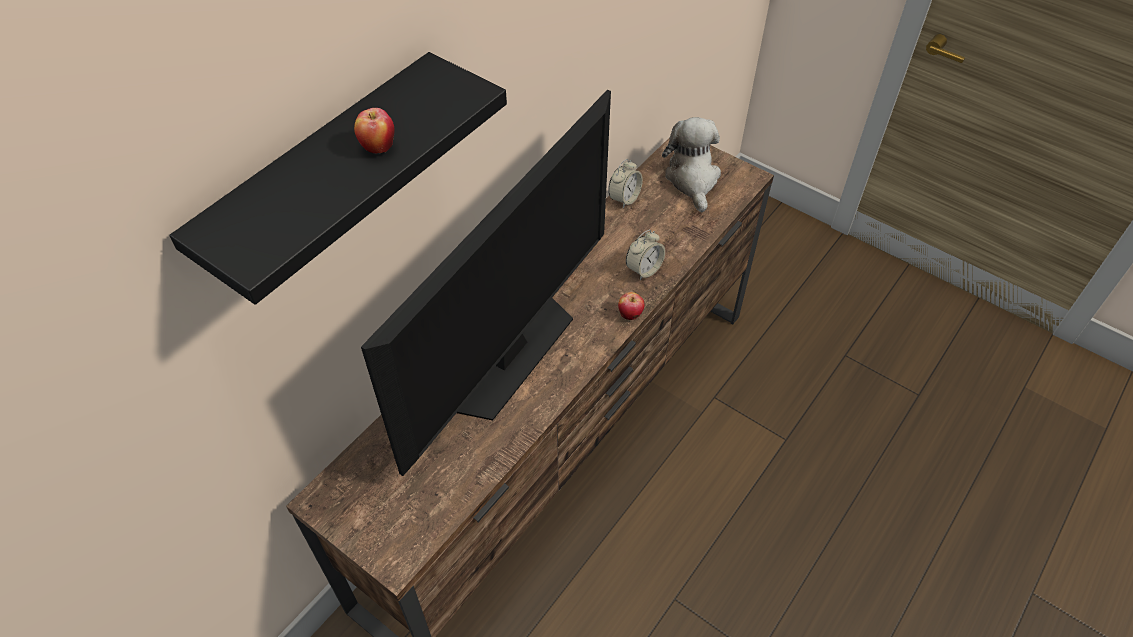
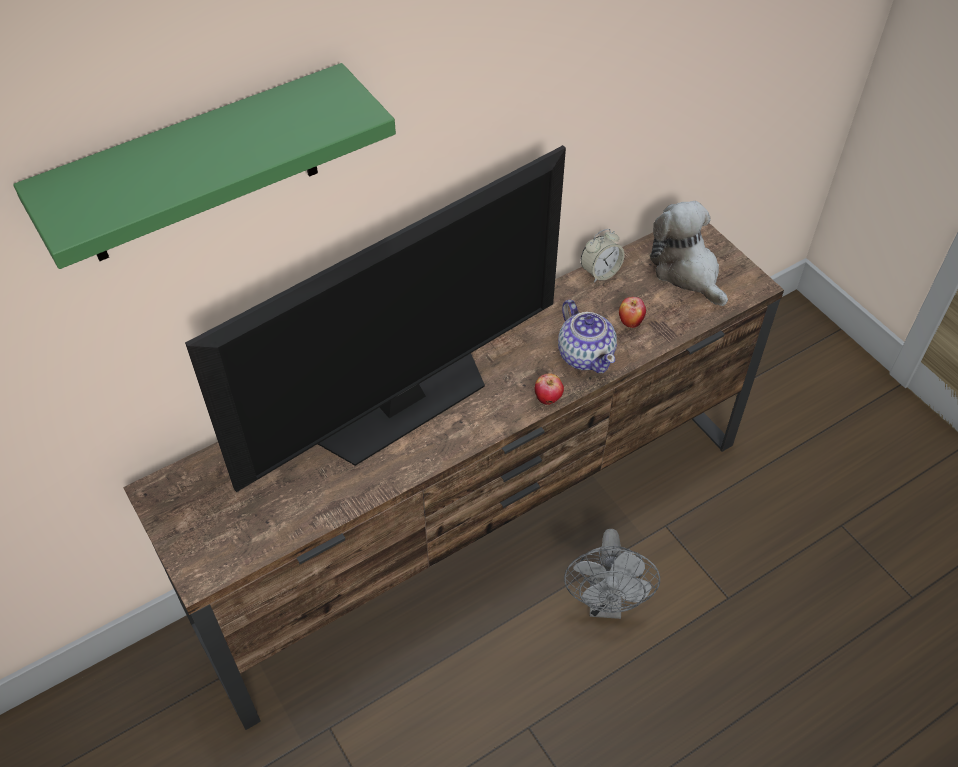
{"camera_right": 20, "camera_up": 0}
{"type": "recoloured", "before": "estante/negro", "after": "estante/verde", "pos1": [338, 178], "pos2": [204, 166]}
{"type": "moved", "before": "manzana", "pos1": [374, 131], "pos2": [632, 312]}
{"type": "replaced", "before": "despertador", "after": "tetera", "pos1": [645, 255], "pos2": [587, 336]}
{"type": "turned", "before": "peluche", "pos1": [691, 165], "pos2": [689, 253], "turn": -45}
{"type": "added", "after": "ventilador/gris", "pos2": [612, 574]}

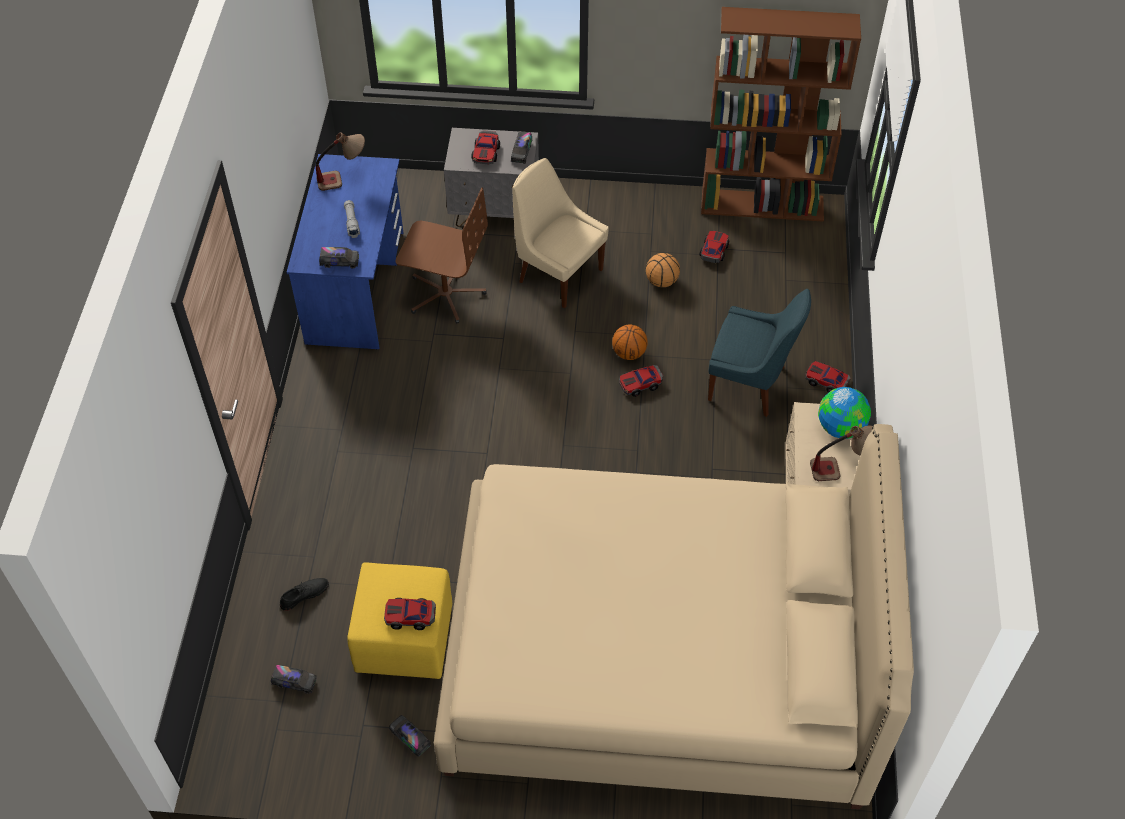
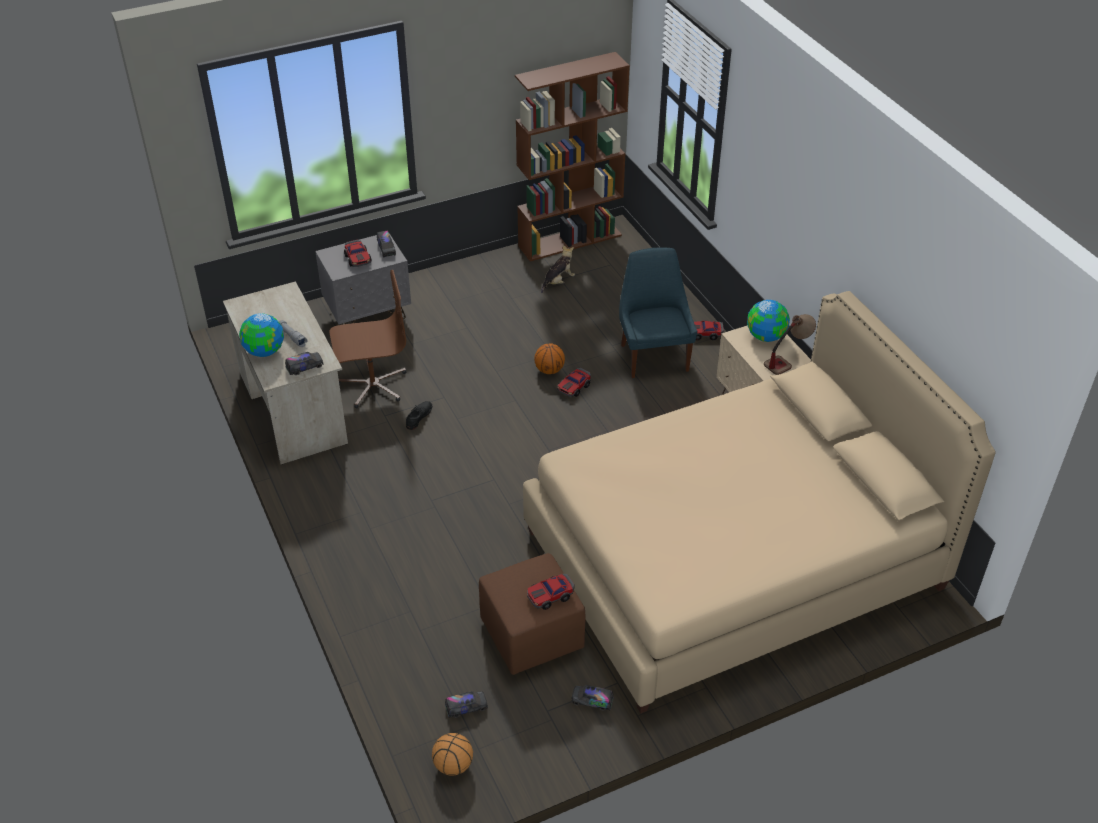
{"camera_right": -30, "camera_up": -10}
{"type": "moved", "before": "zapato/negro", "pos1": [304, 594], "pos2": [419, 415]}
{"type": "recoloured", "before": "escritorio/azul", "after": "escritorio/beis", "pos1": [344, 251], "pos2": [285, 372]}
{"type": "removed", "before": "lámpara de mesa", "pos1": [340, 161]}
{"type": "recoloured", "before": "puf/amarillo", "after": "puf/marrón", "pos1": [399, 620], "pos2": [532, 614]}
{"type": "removed", "before": "silla/beis", "pos1": [560, 233]}
{"type": "moved", "before": "balón de baloncesto", "pos1": [663, 270], "pos2": [452, 754]}
{"type": "replaced", "before": "coche de juguete", "after": "peluche", "pos1": [714, 247], "pos2": [558, 269]}
{"type": "turned", "before": "silla/azul", "pos1": [759, 353], "pos2": [658, 312], "turn": -90}
{"type": "added", "after": "globo terráqueo", "pos2": [261, 335]}

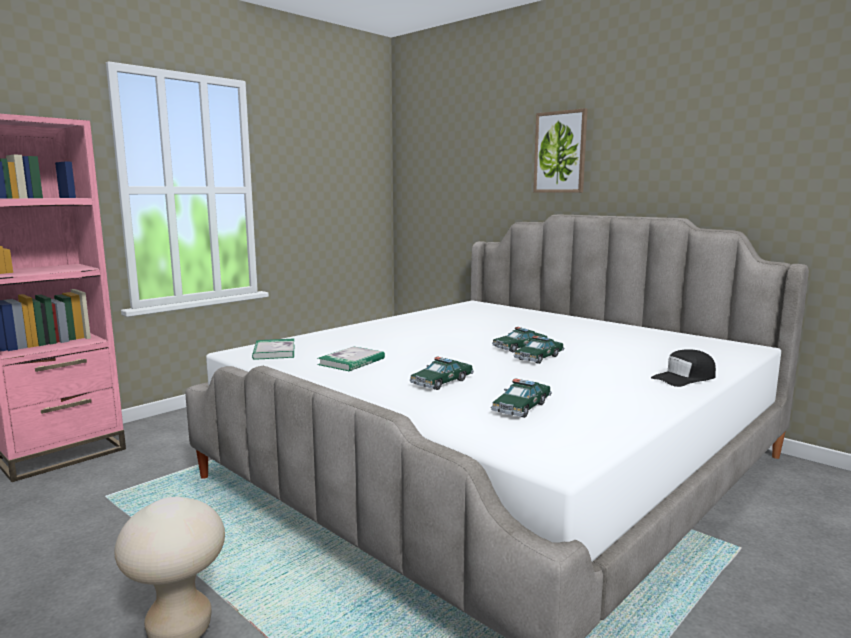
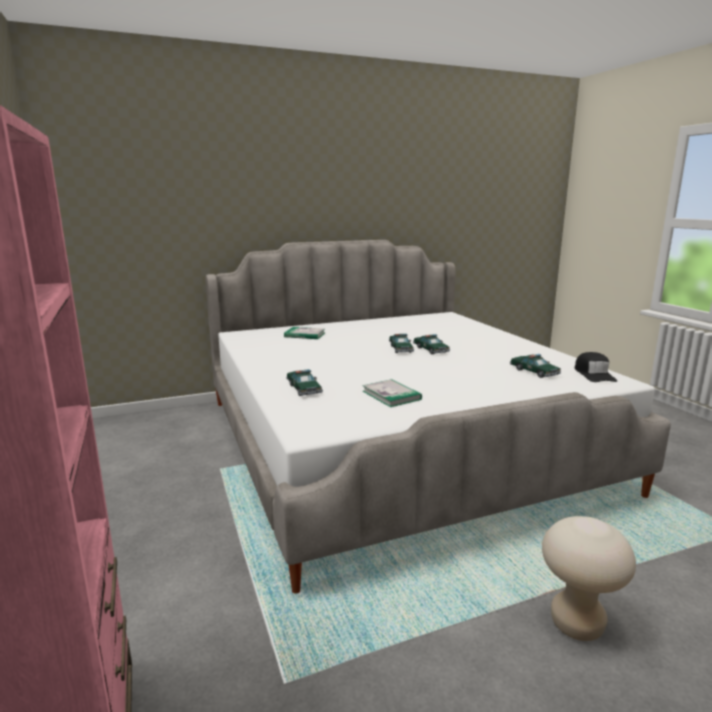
{"camera_right": -65, "camera_up": 5}
{"type": "moved", "before": "libro", "pos1": [273, 349], "pos2": [304, 333]}
{"type": "moved", "before": "coche de juguete", "pos1": [442, 373], "pos2": [304, 382]}
{"type": "removed", "before": "cuadro", "pos1": [560, 150]}
{"type": "moved", "before": "gorra/negro", "pos1": [683, 368], "pos2": [596, 367]}

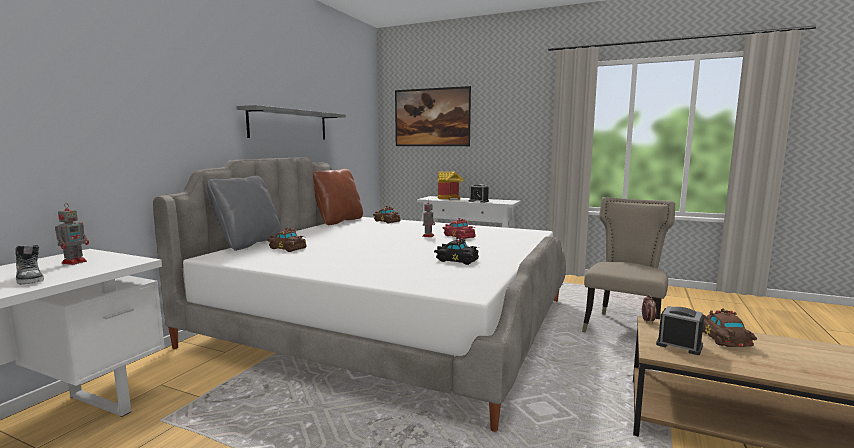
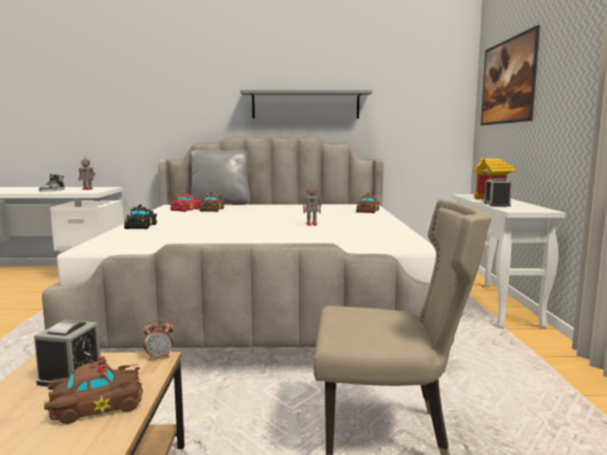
{"camera_right": 65, "camera_up": 0}
{"type": "removed", "before": "cojín/marrón", "pos1": [338, 197]}
{"type": "moved", "before": "coche de juguete/negro", "pos1": [456, 251], "pos2": [140, 217]}
{"type": "moved", "before": "coche de juguete/rojo", "pos1": [459, 228], "pos2": [186, 202]}

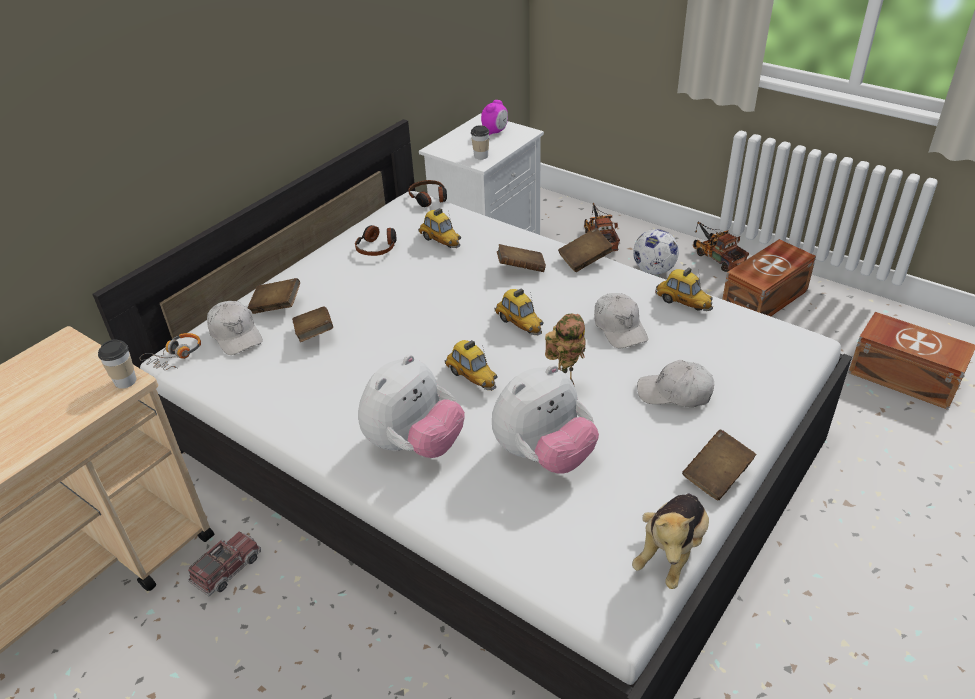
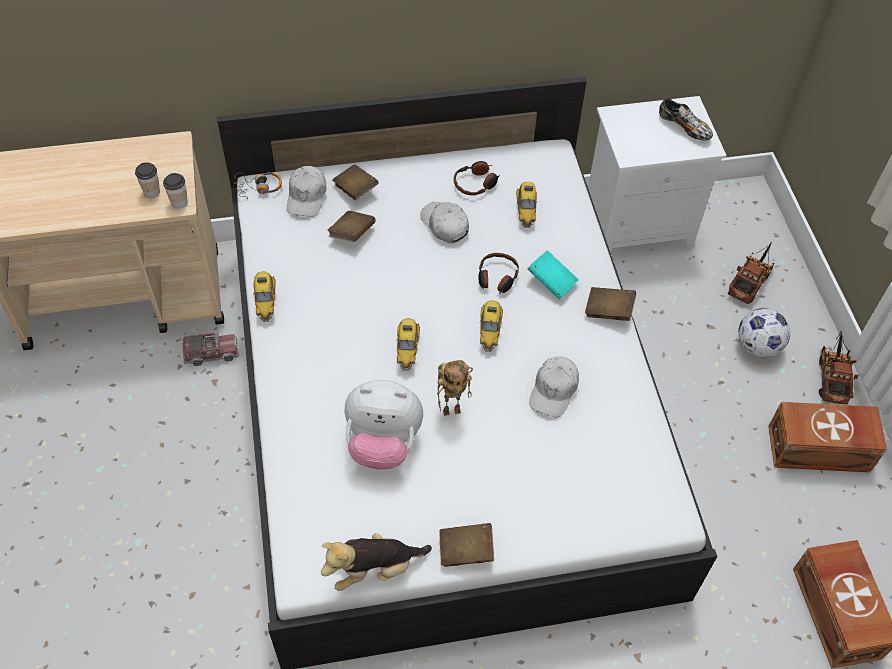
{"camera_right": 40, "camera_up": 15}
{"type": "removed", "before": "peluche", "pos1": [411, 406]}
{"type": "moved", "before": "auriculares", "pos1": [427, 193], "pos2": [498, 273]}
{"type": "moved", "before": "taza", "pos1": [480, 142], "pos2": [147, 180]}
{"type": "replaced", "before": "despertador", "after": "zapato", "pos1": [494, 117], "pos2": [686, 119]}
{"type": "recoloured", "before": "libro/marrón", "after": "libro/turquesa", "pos1": [521, 258], "pos2": [553, 274]}
{"type": "moved", "before": "gorra/blanco", "pos1": [675, 383], "pos2": [444, 222]}
{"type": "moved", "before": "coche de juguete", "pos1": [684, 289], "pos2": [264, 297]}

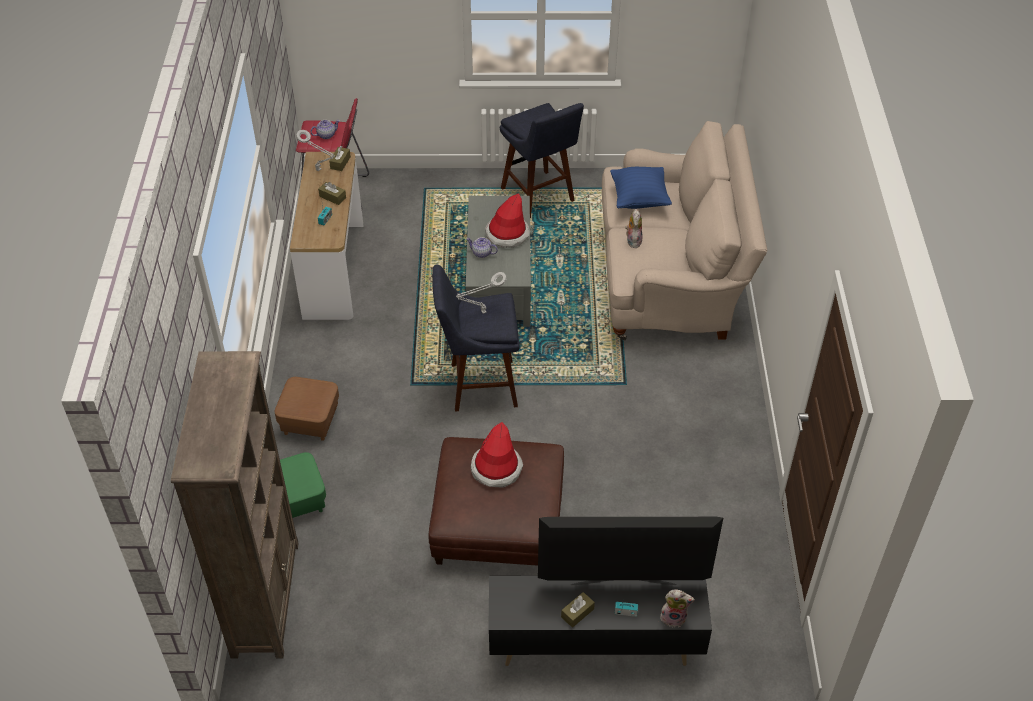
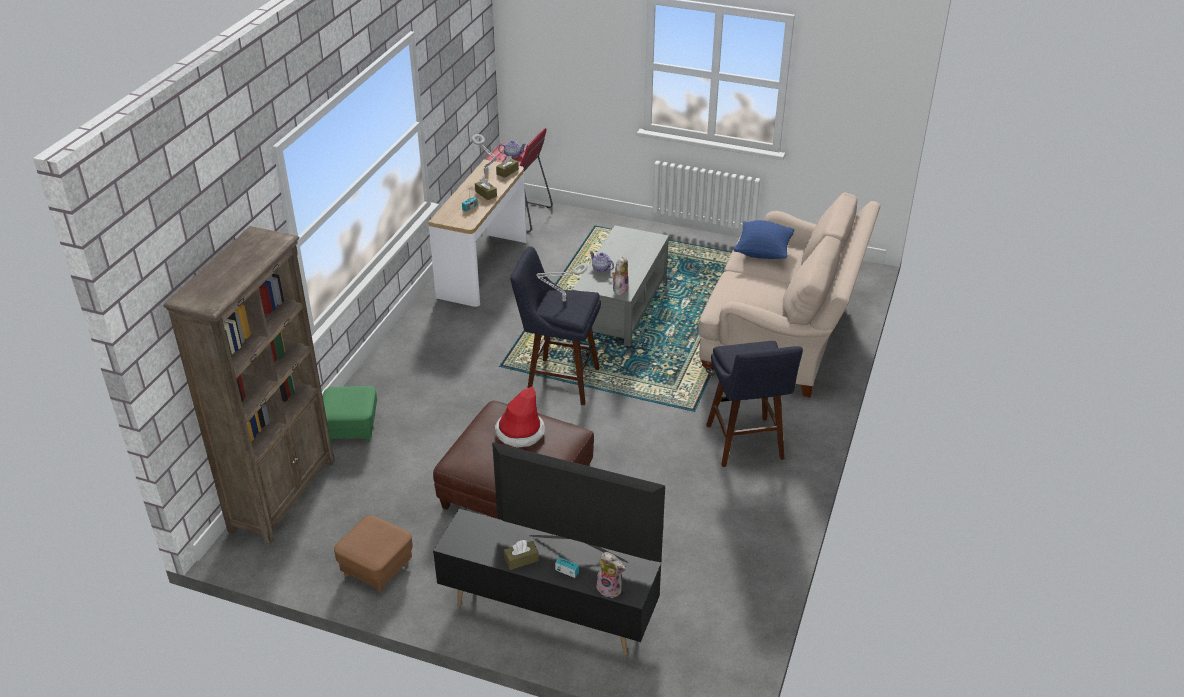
{"camera_right": 20, "camera_up": -10}
{"type": "moved", "before": "puf/marrón", "pos1": [307, 409], "pos2": [373, 554]}
{"type": "removed", "before": "sombrero", "pos1": [507, 220]}
{"type": "moved", "before": "taburete/azul", "pos1": [542, 160], "pos2": [754, 404]}
{"type": "moved", "before": "peluche", "pos1": [633, 228], "pos2": [620, 276]}

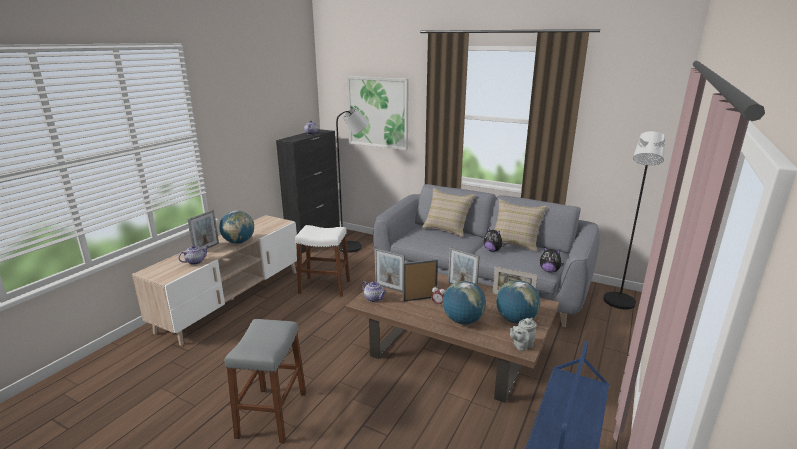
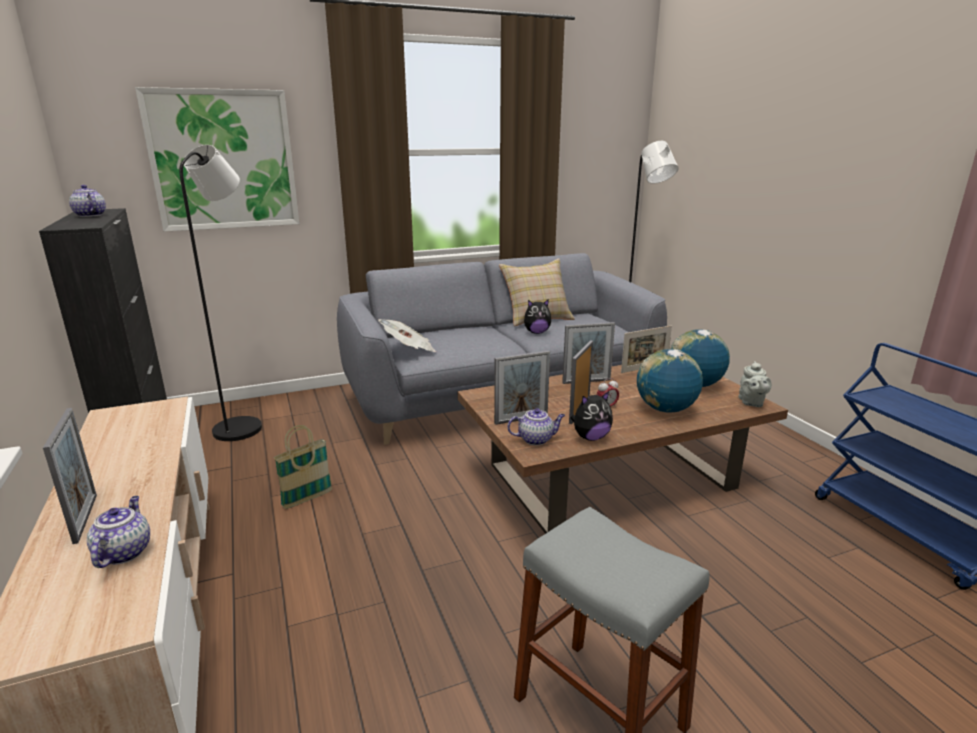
{"camera_right": -50, "camera_up": 0}
{"type": "removed", "before": "globo terráqueo", "pos1": [236, 227]}
{"type": "replaced", "before": "taburete/blanco", "after": "cesta", "pos1": [322, 261], "pos2": [303, 467]}
{"type": "removed", "before": "cojín/beis", "pos1": [448, 212]}
{"type": "moved", "before": "peluche", "pos1": [552, 260], "pos2": [591, 416]}
{"type": "added", "after": "periódico", "pos2": [407, 335]}

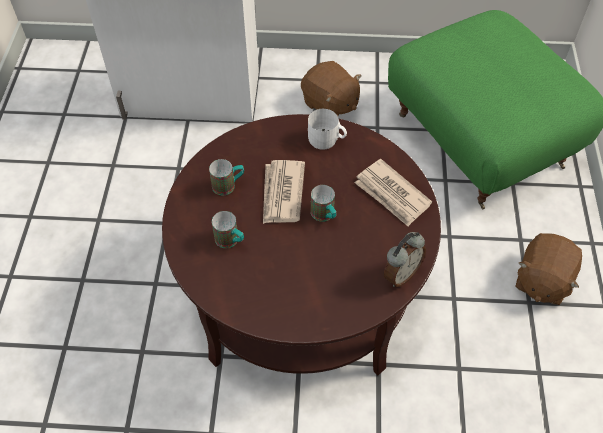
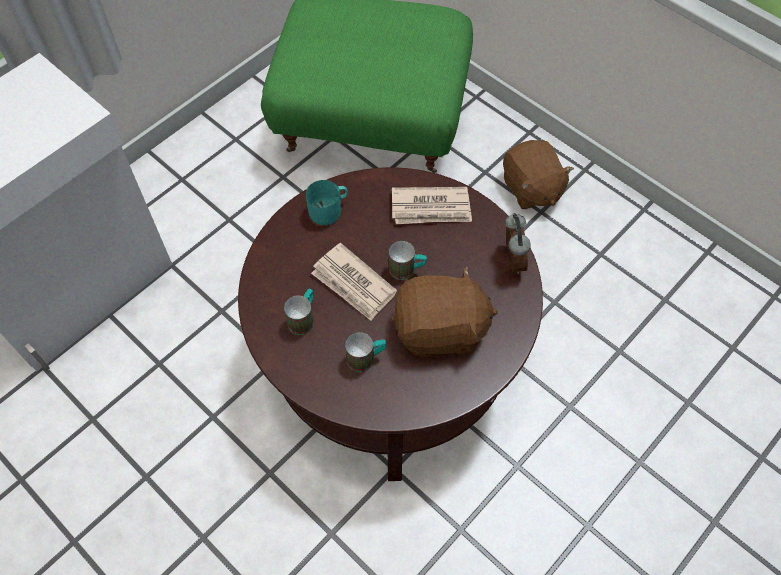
{"camera_right": -50, "camera_up": 5}
{"type": "moved", "before": "peluche/marrón", "pos1": [331, 88], "pos2": [445, 311]}
{"type": "recoloured", "before": "taza grande/blanco", "after": "taza grande/turquesa", "pos1": [327, 129], "pos2": [327, 202]}

